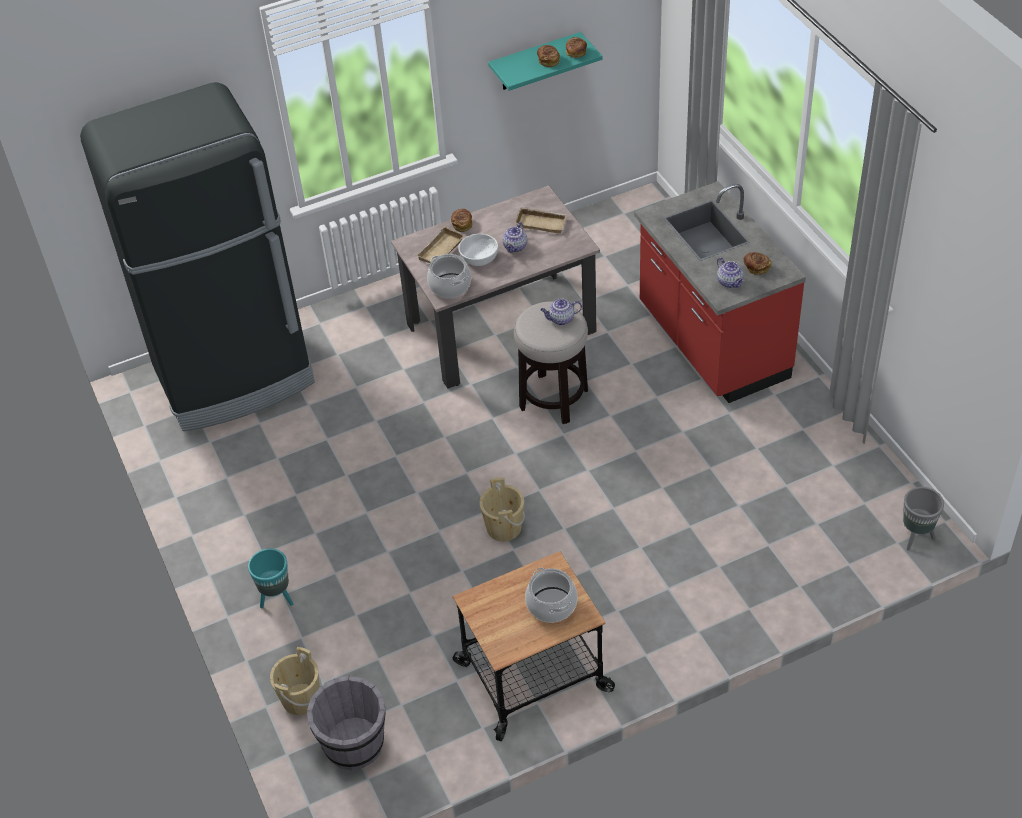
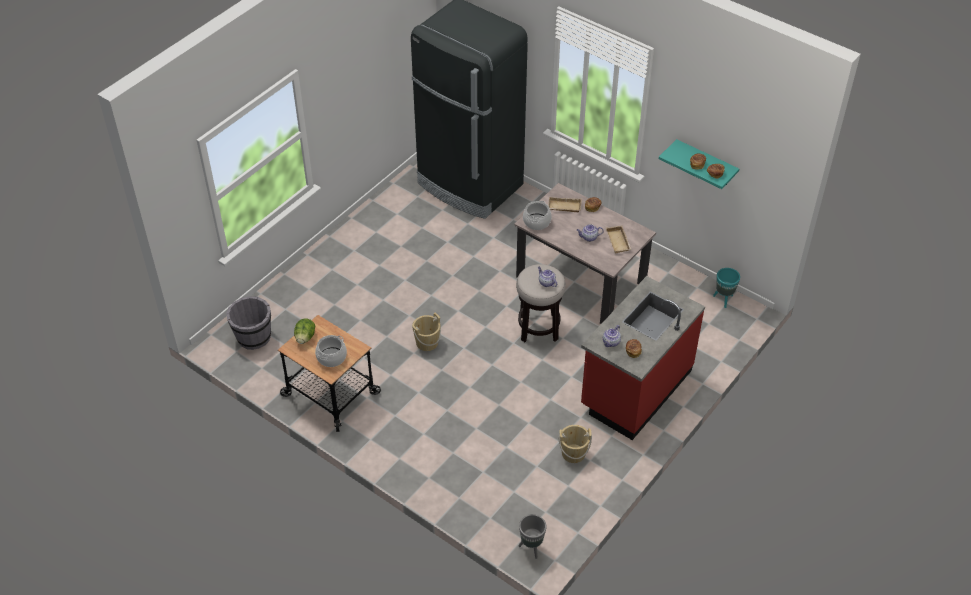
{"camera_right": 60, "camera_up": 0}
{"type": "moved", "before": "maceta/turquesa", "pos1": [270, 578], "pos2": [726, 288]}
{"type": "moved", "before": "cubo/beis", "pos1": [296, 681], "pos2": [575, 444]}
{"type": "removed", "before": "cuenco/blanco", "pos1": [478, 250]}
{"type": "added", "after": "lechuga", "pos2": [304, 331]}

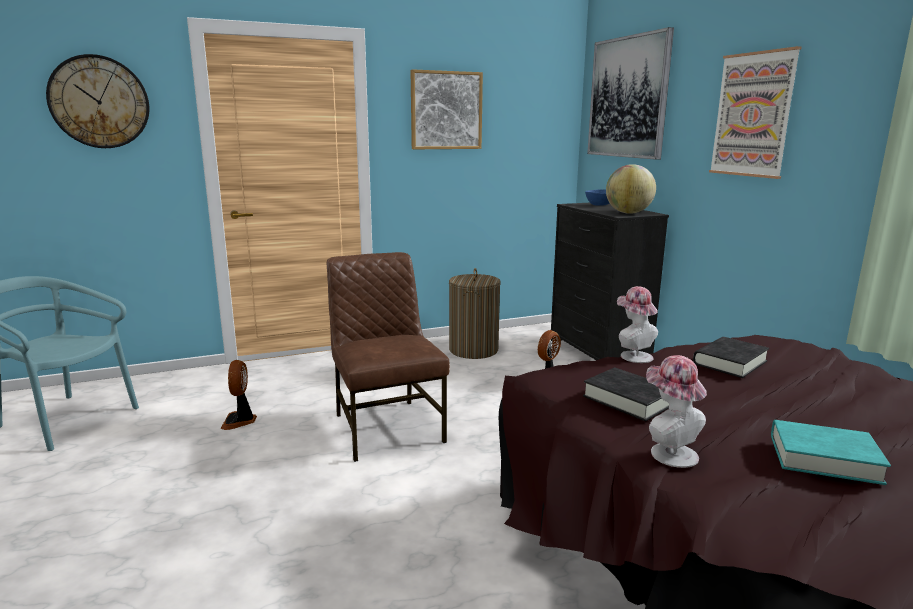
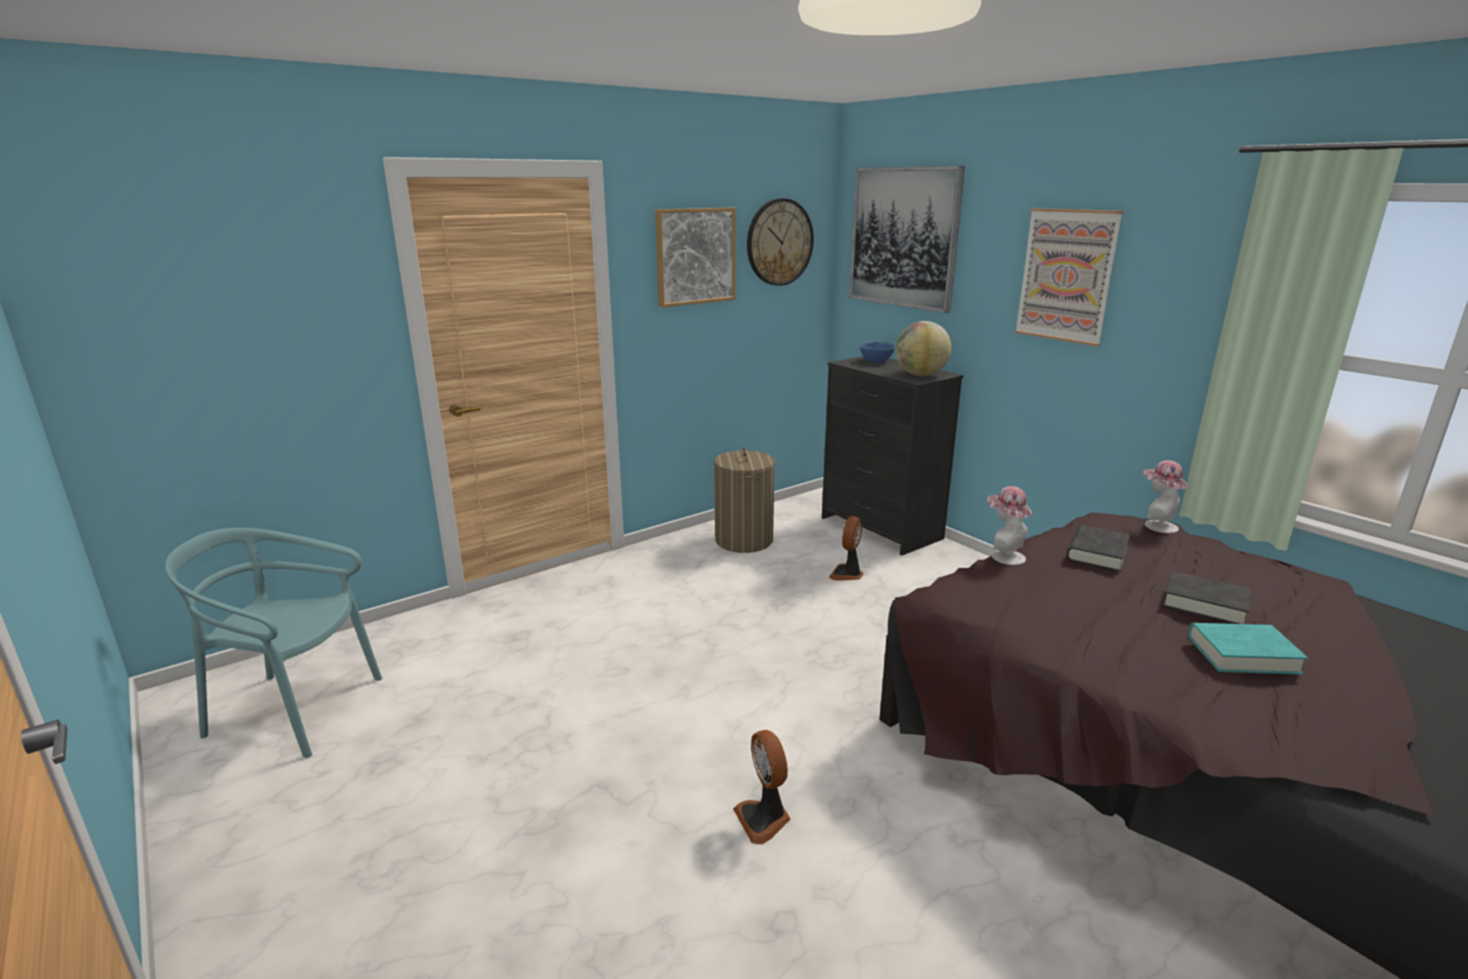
{"camera_right": -15, "camera_up": 5}
{"type": "moved", "before": "reloj de pared", "pos1": [97, 101], "pos2": [780, 242]}
{"type": "moved", "before": "ventilador", "pos1": [239, 395], "pos2": [761, 787]}
{"type": "removed", "before": "silla/marrón", "pos1": [388, 357]}
{"type": "moved", "before": "libro/negro", "pos1": [626, 394], "pos2": [1207, 597]}
{"type": "moved", "before": "sombrero", "pos1": [676, 411], "pos2": [1165, 496]}

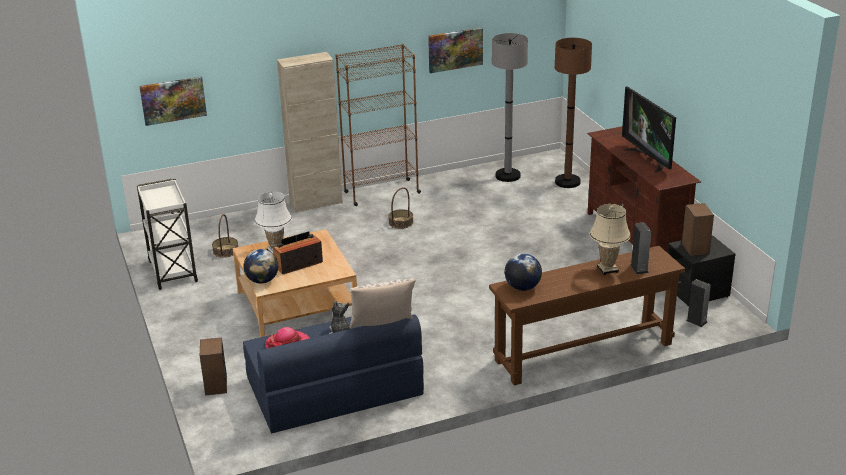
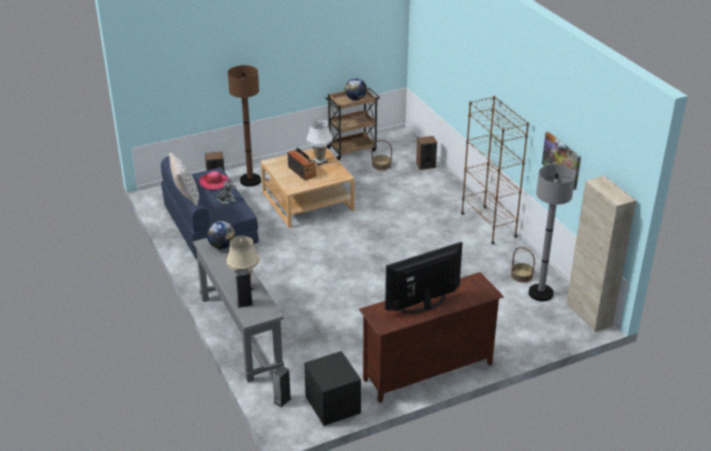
{"camera_right": 85, "camera_up": 5}
{"type": "recoloured", "before": "carrito/blanco", "after": "carrito/marrón", "pos1": [167, 234], "pos2": [352, 124]}
{"type": "removed", "before": "cuadro", "pos1": [173, 101]}
{"type": "moved", "before": "globo terráqueo", "pos1": [261, 266], "pos2": [356, 89]}
{"type": "moved", "before": "armario/beis", "pos1": [310, 132], "pos2": [601, 254]}
{"type": "moved", "before": "cesta", "pos1": [401, 208], "pos2": [523, 265]}
{"type": "recoloured", "before": "mesa consola/marrón", "after": "mesa consola/gris", "pos1": [587, 315], "pos2": [238, 310]}
{"type": "moved", "before": "lámpara de pie/marrón", "pos1": [573, 113], "pos2": [244, 126]}
{"type": "moved", "before": "altavoz", "pos1": [698, 229], "pos2": [426, 153]}

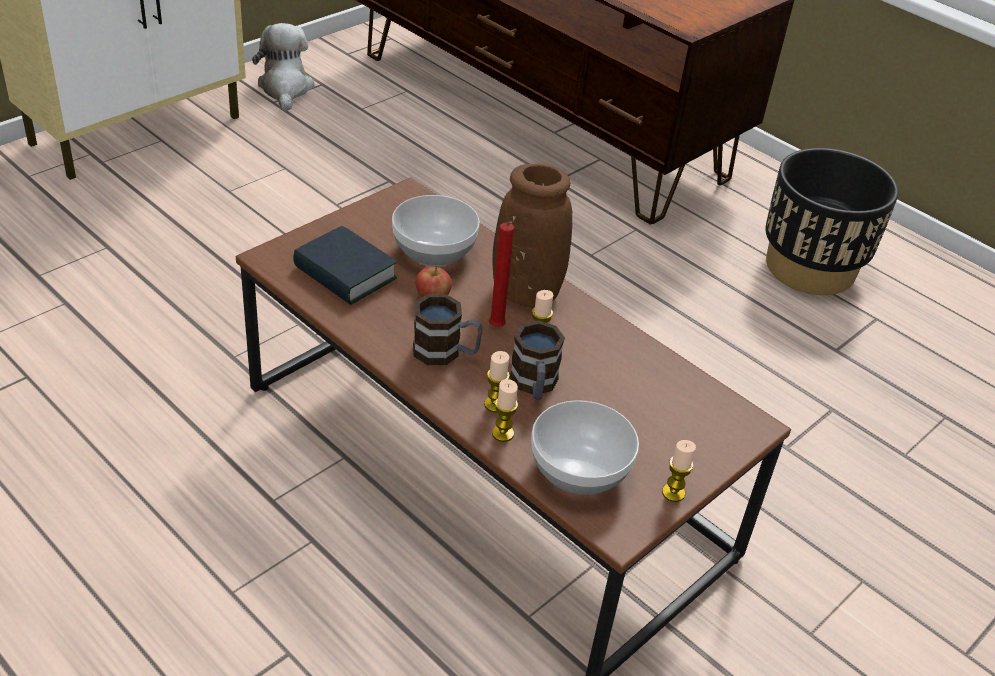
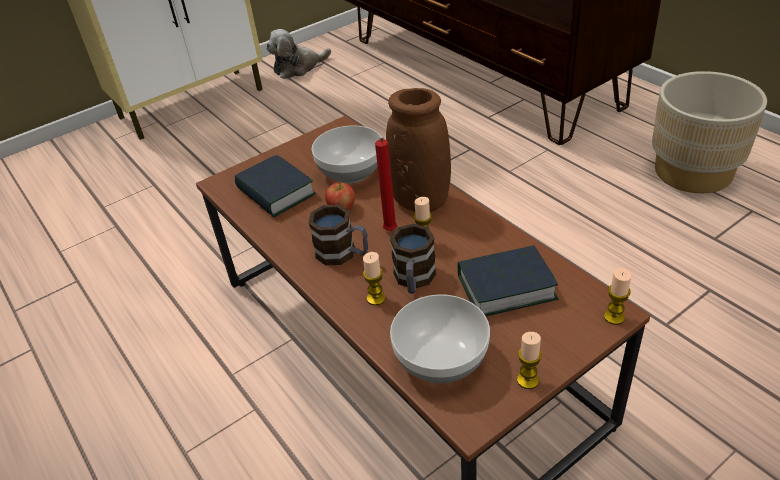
{"camera_right": 15, "camera_up": 0}
{"type": "turned", "before": "peluche", "pos1": [283, 67], "pos2": [298, 54], "turn": -120}
{"type": "moved", "before": "vela", "pos1": [505, 410], "pos2": [617, 296]}
{"type": "recoloured", "before": "maceta/negro", "after": "maceta/beis", "pos1": [832, 221], "pos2": [709, 132]}
{"type": "added", "after": "libro", "pos2": [508, 280]}

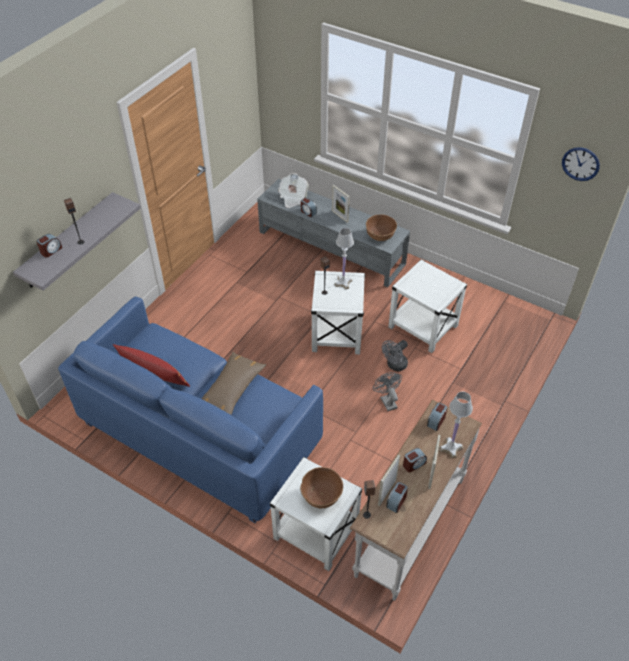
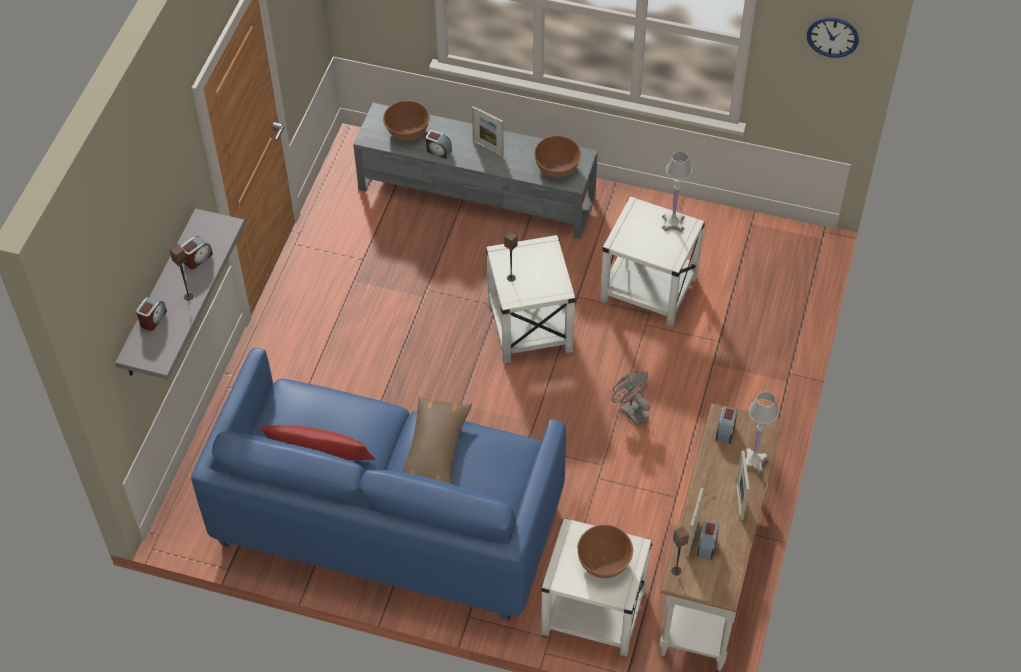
{"camera_right": -15, "camera_up": 5}
{"type": "replaced", "before": "periódico", "after": "cuenco/marrón", "pos1": [293, 190], "pos2": [406, 121]}
{"type": "moved", "before": "lámpara de mesa/blanco", "pos1": [344, 258], "pos2": [677, 191]}
{"type": "removed", "before": "ventilador/gris", "pos1": [395, 355]}
{"type": "moved", "before": "despertador", "pos1": [415, 460], "pos2": [197, 252]}

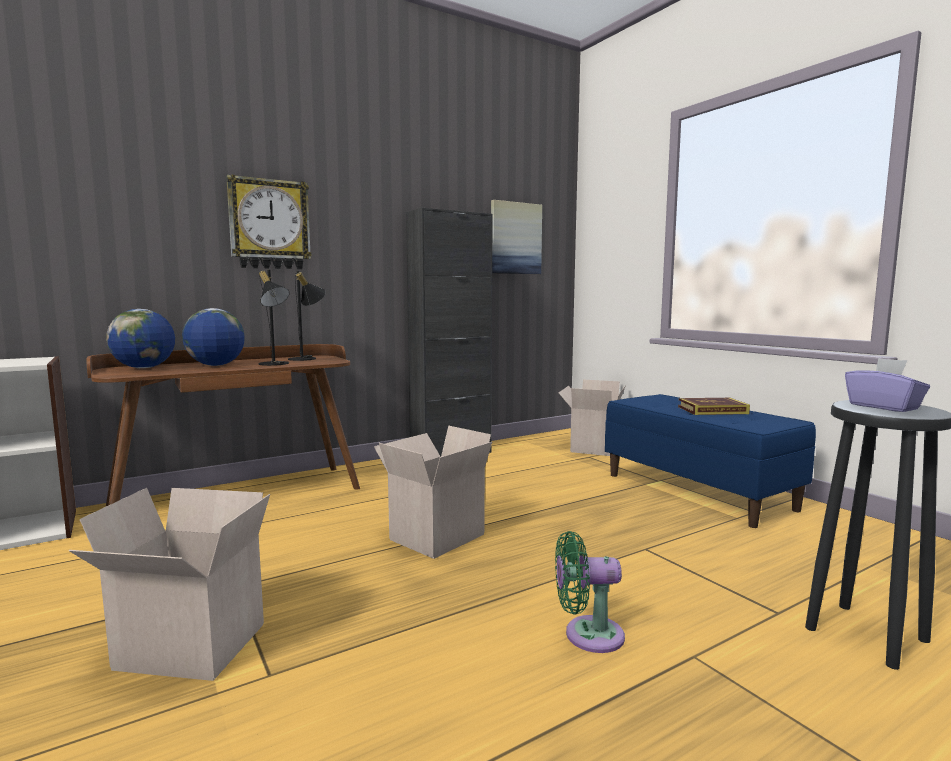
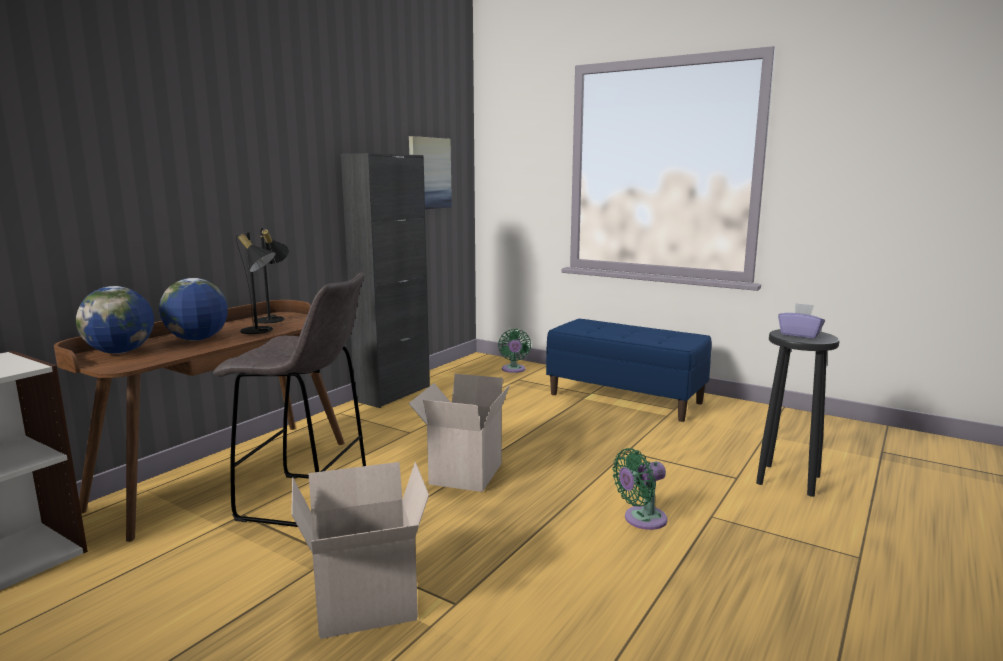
{"camera_right": -25, "camera_up": 5}
{"type": "removed", "before": "reloj de pared", "pos1": [269, 221]}
{"type": "replaced", "before": "caja de cartón", "after": "ventilador/verde", "pos1": [592, 418], "pos2": [514, 351]}
{"type": "removed", "before": "libro", "pos1": [714, 406]}
{"type": "added", "after": "taburete/gris", "pos2": [289, 399]}

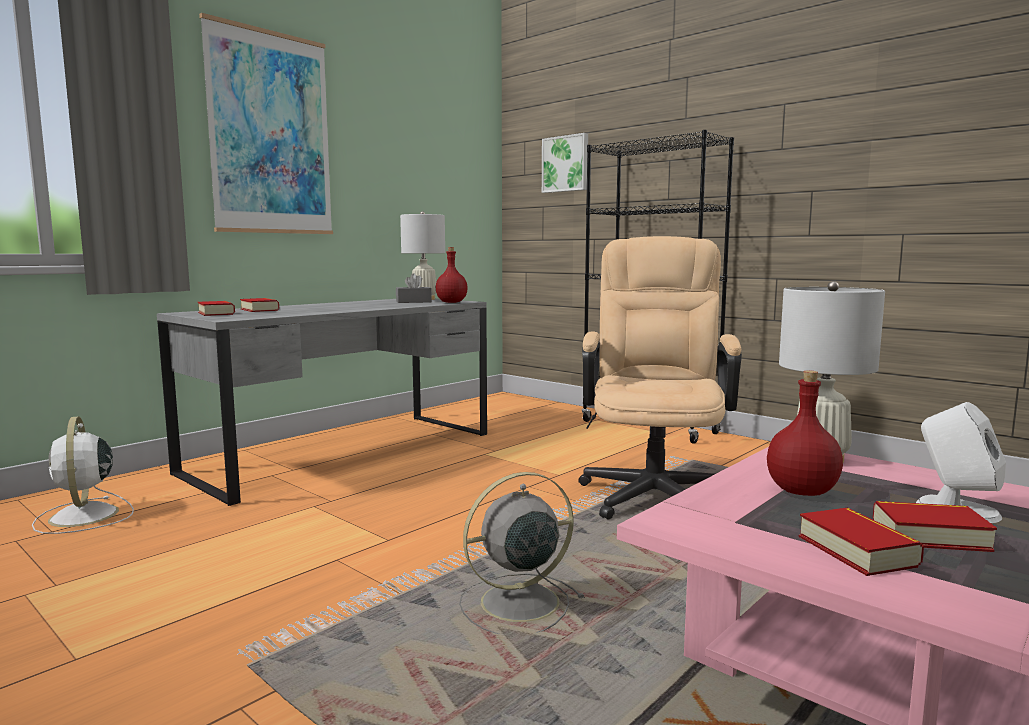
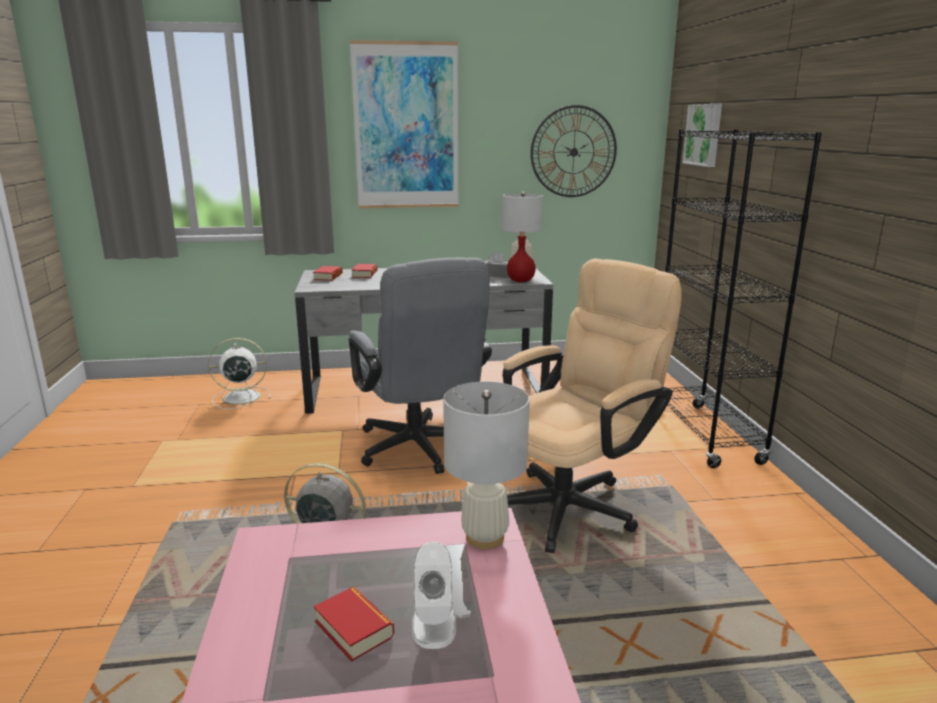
{"camera_right": 40, "camera_up": 10}
{"type": "turned", "before": "ventilador/blanco", "pos1": [83, 475], "pos2": [239, 373], "turn": 60}
{"type": "removed", "before": "botella/rojo", "pos1": [805, 433]}
{"type": "removed", "before": "libro", "pos1": [861, 542]}
{"type": "added", "after": "silla de oficina/gris", "pos2": [420, 366]}
{"type": "added", "after": "reloj de pared", "pos2": [574, 151]}

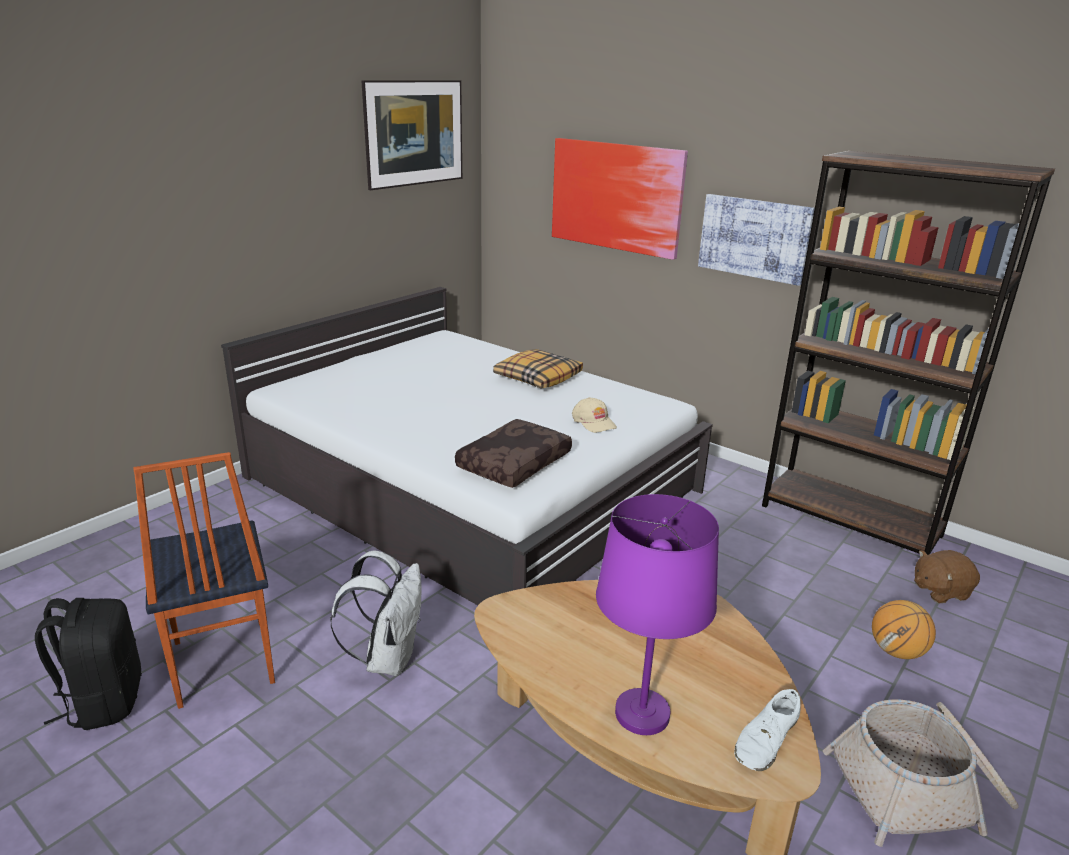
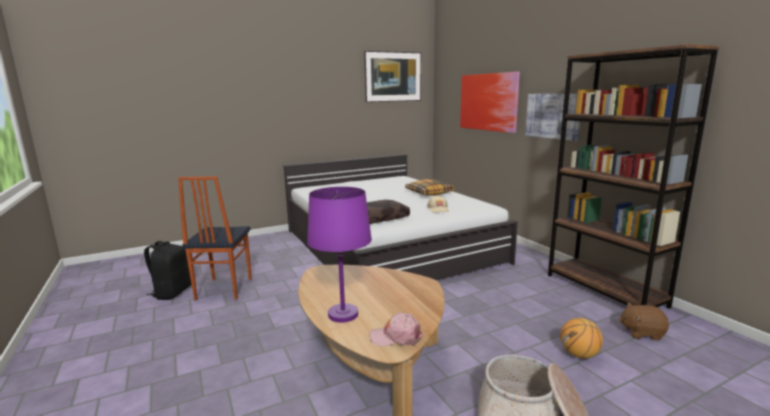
{"camera_right": 25, "camera_up": -10}
{"type": "removed", "before": "mochila/blanco", "pos1": [376, 613]}
{"type": "replaced", "before": "zapato/blanco", "after": "gorra/rosa", "pos1": [767, 730], "pos2": [396, 329]}

